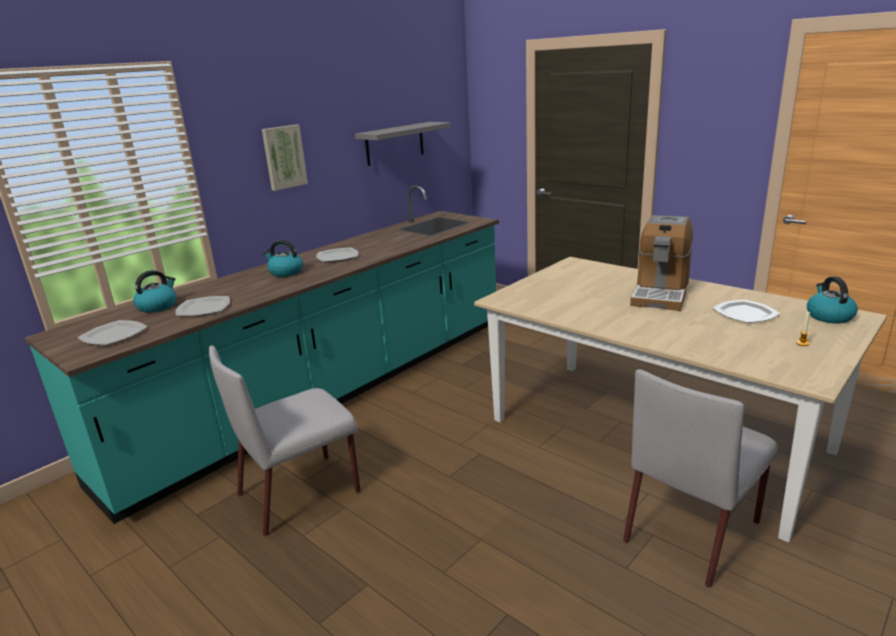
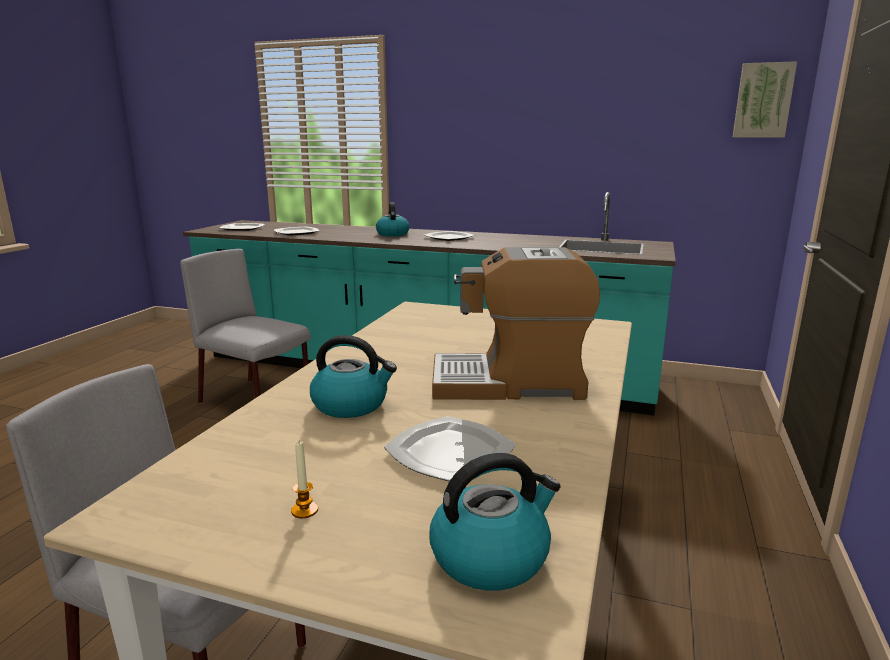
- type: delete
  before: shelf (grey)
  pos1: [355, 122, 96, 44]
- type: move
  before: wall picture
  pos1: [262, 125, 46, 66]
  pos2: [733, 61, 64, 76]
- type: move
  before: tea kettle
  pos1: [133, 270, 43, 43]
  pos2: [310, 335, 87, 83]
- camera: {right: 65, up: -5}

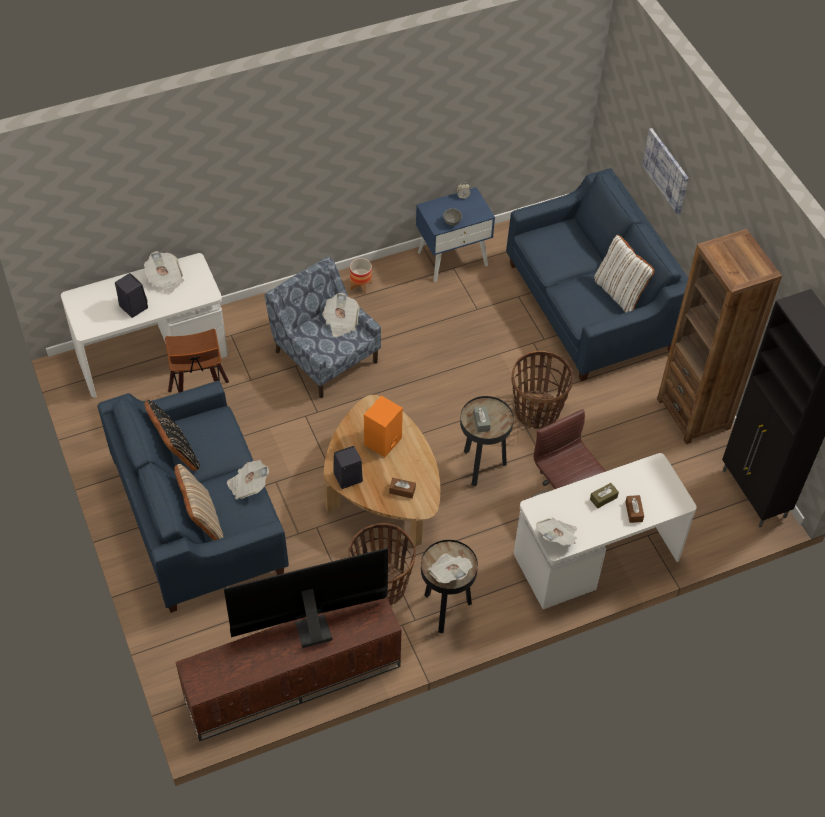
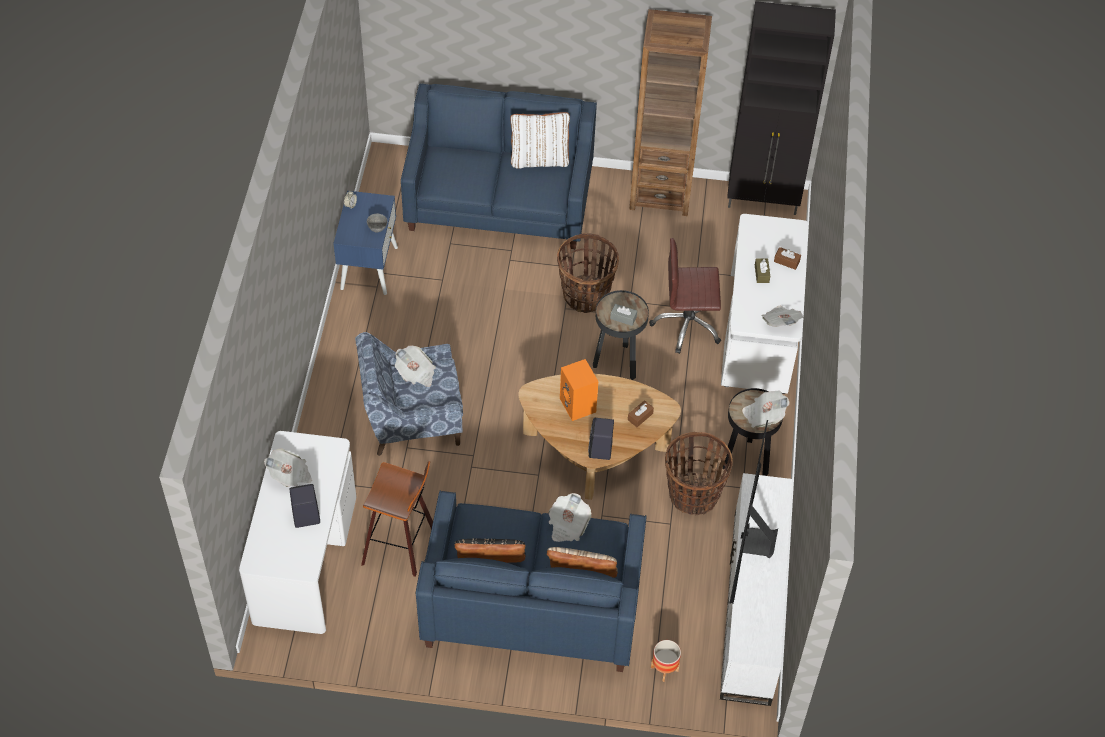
- type: delete
  before: wall picture
  pos1: [642, 128, 47, 87]
- type: move
  before: plant pot
  pos1: [350, 258, 22, 37]
  pos2: [651, 640, 30, 42]
- type: recolor
  before: tv unit (brownish)
  after: tv unit (whitish)
  pos1: [176, 597, 226, 145]
  pos2: [720, 473, 72, 233]
- camera: {right: -60, up: 0}

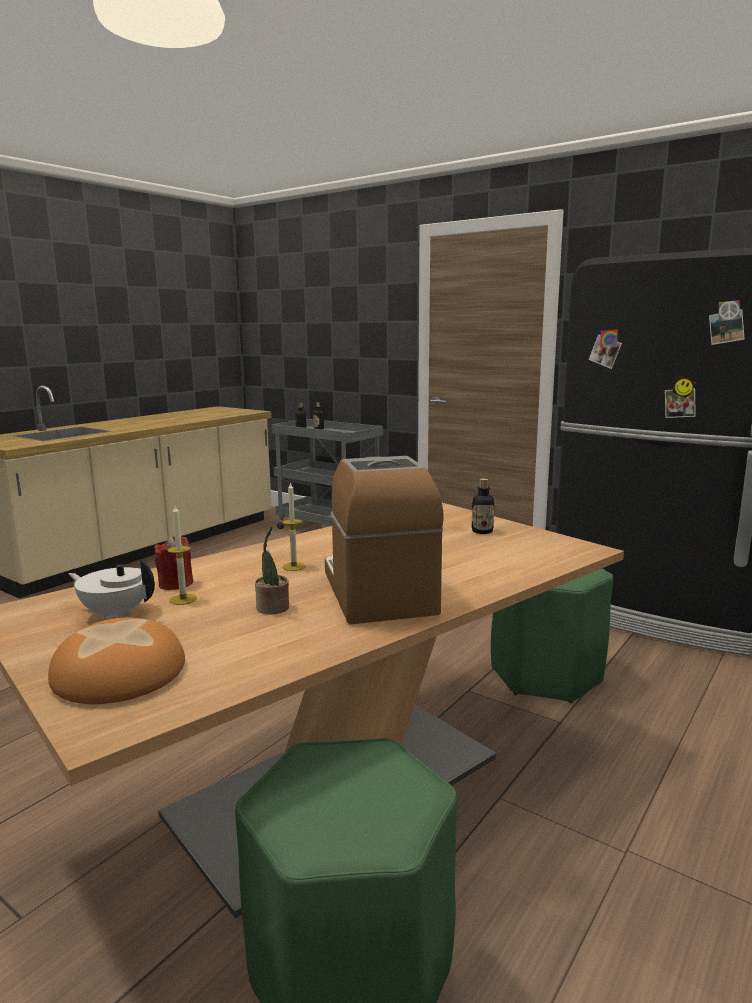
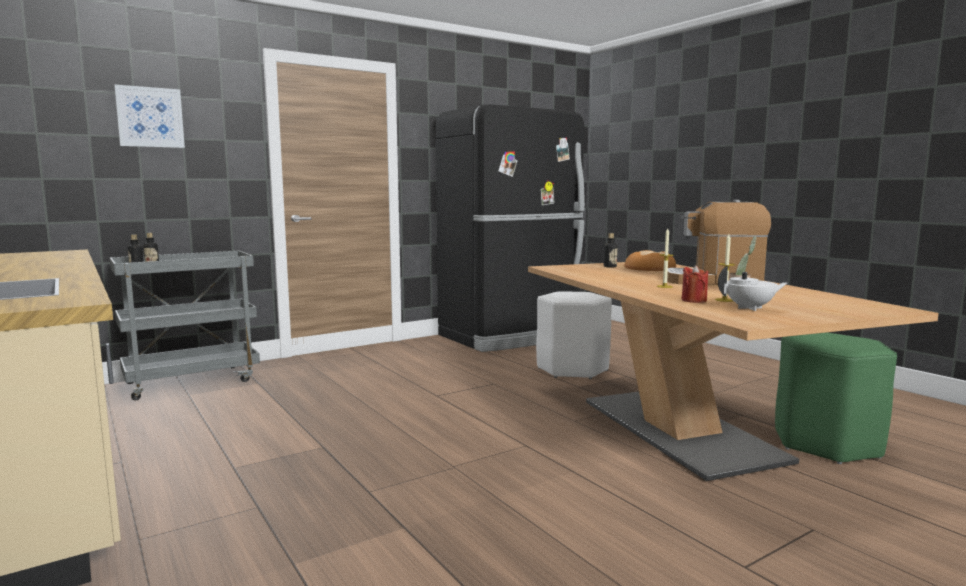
- type: rotate
  before: pot for tea (whitish)
  pos1: [69, 559, 86, 61]
  pos2: [718, 266, 69, 45]
  turn: -135
- type: recolor
  before: stool (greenish)
  after: stool (whitish)
  pos1: [491, 568, 122, 135]
  pos2: [536, 291, 76, 88]
- type: move
  before: baked bread
  pos1: [48, 617, 137, 87]
  pos2: [625, 250, 51, 21]
- type: insert
  after: wall picture
  pos2: [114, 84, 71, 64]
- camera: {right: -70, up: -5}

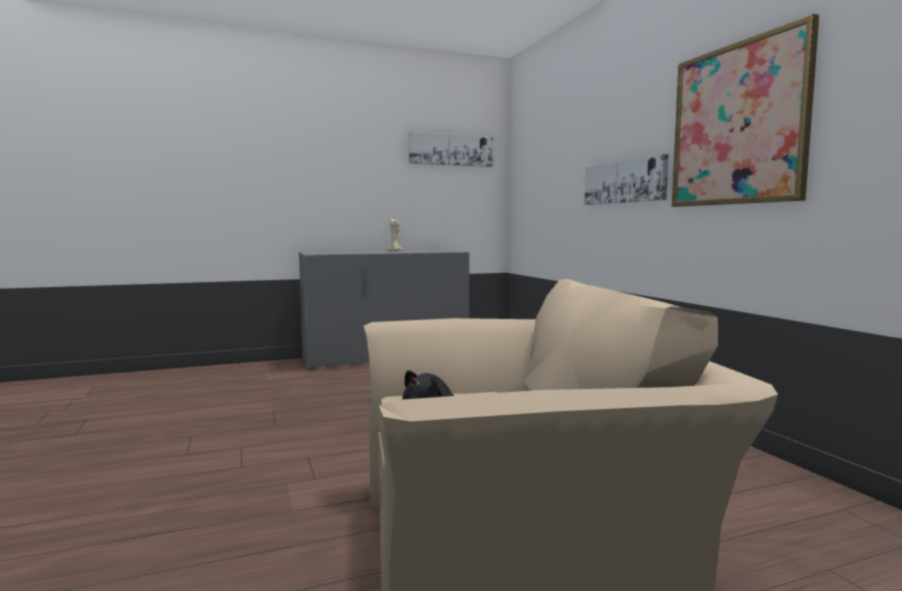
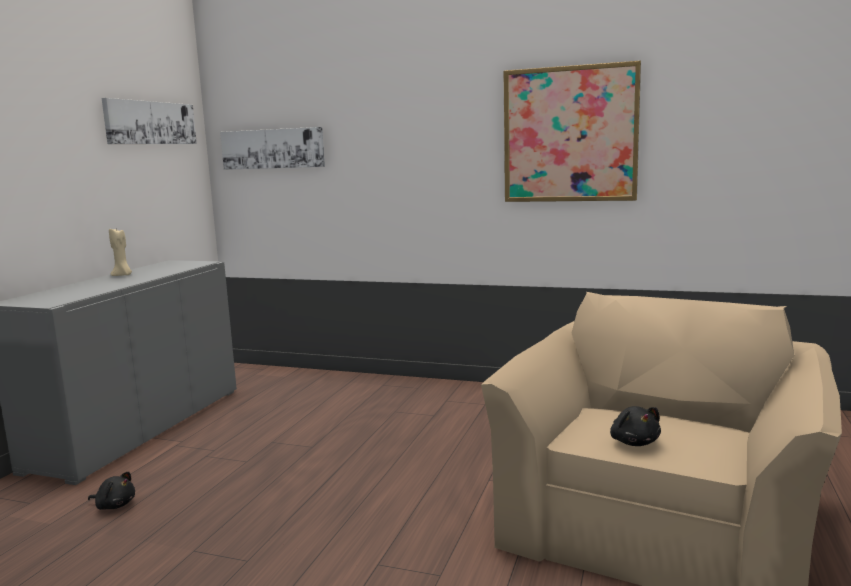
- type: move
  before: wall picture
  pos1: [584, 154, 85, 51]
  pos2: [220, 127, 105, 43]
- type: insert
  after: soft toy (black)
  pos2: [88, 471, 47, 39]
- camera: {right: -50, up: 5}

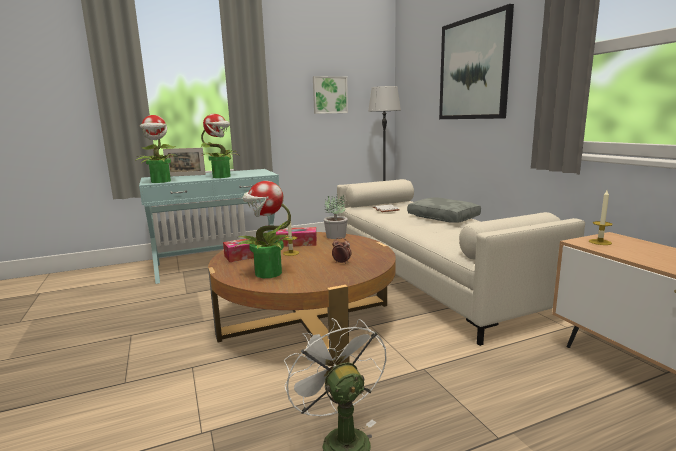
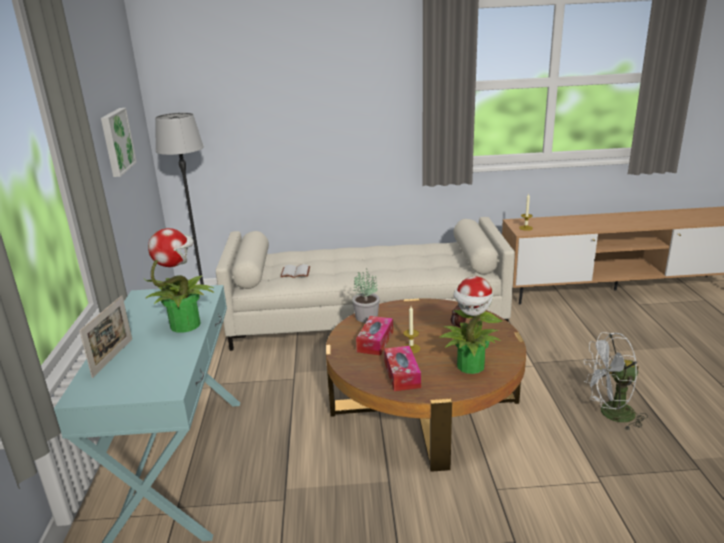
- type: delete
  before: wall picture
  pos1: [439, 4, 75, 115]
- type: delete
  before: plant in a pot
  pos1: [135, 115, 44, 68]
- type: delete
  before: cushion (grey)
  pos1: [407, 198, 74, 25]
- camera: {right: -70, up: 10}

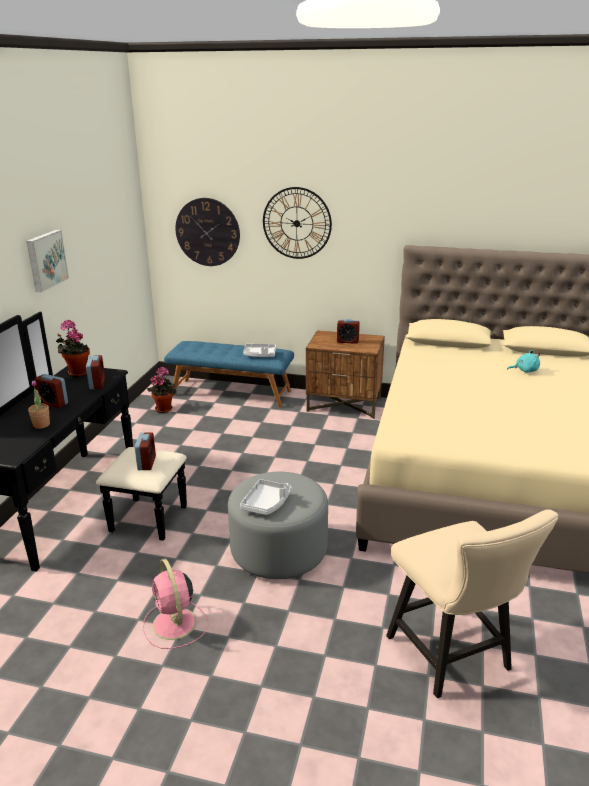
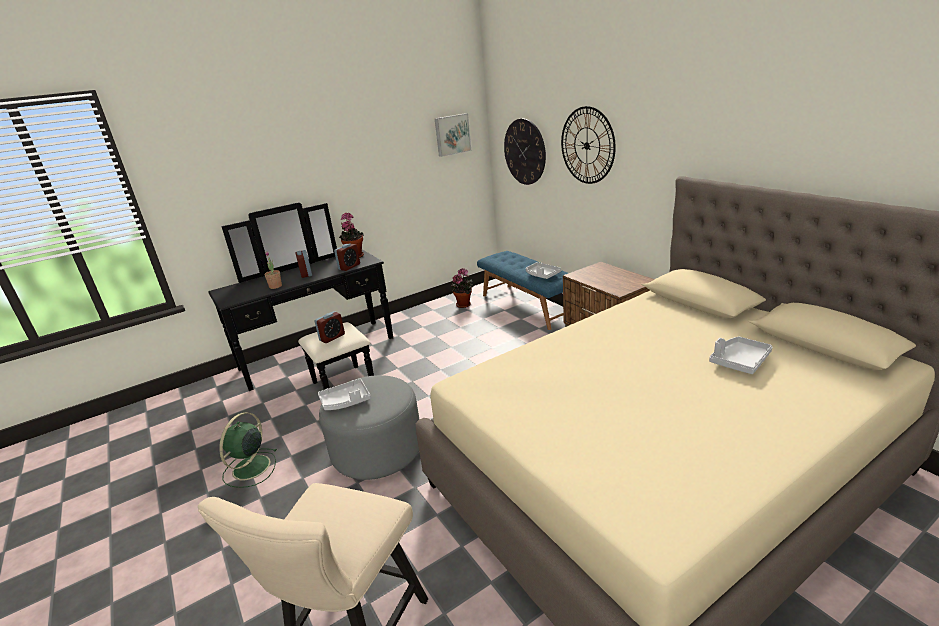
- type: move
  before: wall picture
  pos1: [27, 230, 42, 62]
  pos2: [435, 113, 36, 44]
- type: delete
  before: alarm clock
  pos1: [337, 319, 23, 25]
- type: replace
  before: soft toy (blue-green)
  after: carrying tray (grey)
  pos1: [507, 350, 33, 23]
  pos2: [709, 336, 63, 38]
- type: recolor
  before: cooling fan (pinkish)
  after: cooling fan (greenish)
  pos1: [143, 559, 65, 90]
  pos2: [219, 412, 58, 76]
- camera: {right: 45, up: 0}

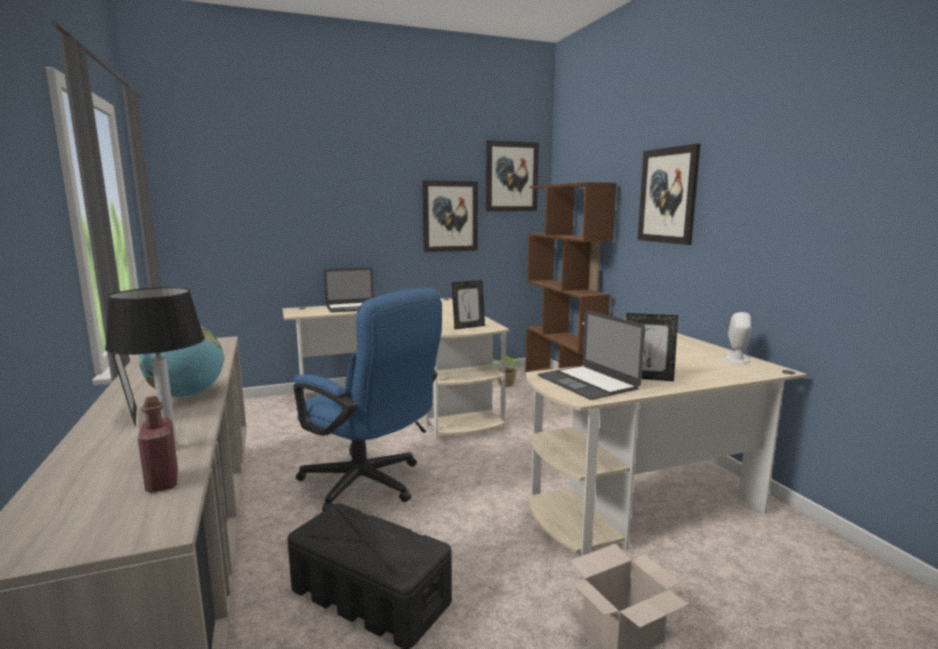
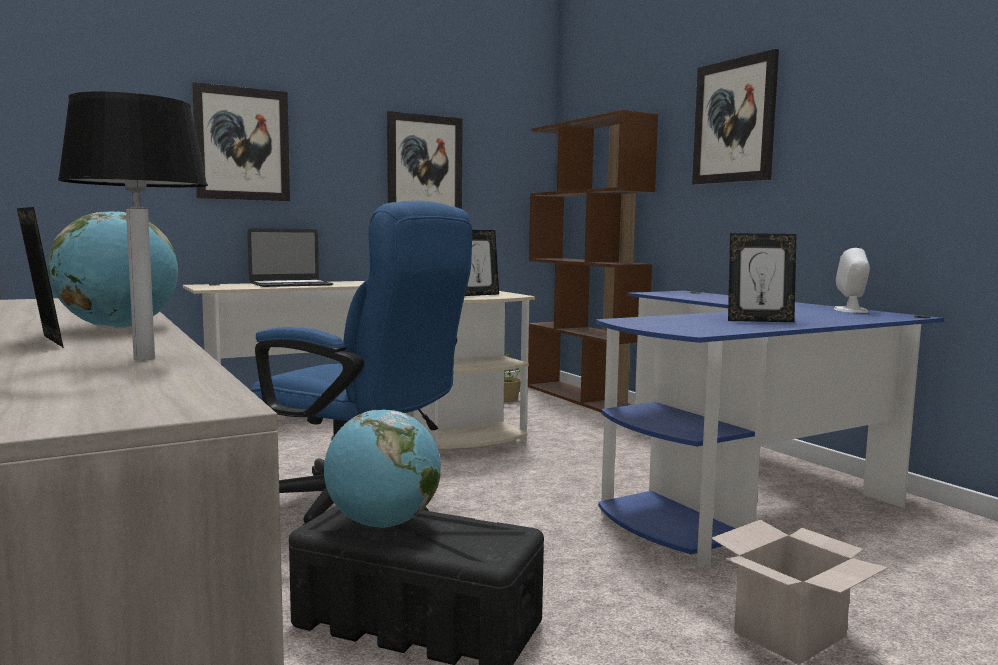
- type: move
  before: wall picture
  pos1: [486, 140, 53, 72]
  pos2: [192, 82, 98, 119]
- type: delete
  before: notebook computer
  pos1: [537, 310, 108, 90]
- type: recolor
  before: desk (sand-coloured)
  after: desk (bluish)
  pos1: [526, 319, 281, 237]
  pos2: [596, 291, 348, 276]
- type: delete
  before: drink bottle (red-coloured)
  pos1: [138, 396, 40, 97]
- type: insert
  after: desk globe
  pos2: [324, 409, 117, 119]
- camera: {right: -10, up: -5}

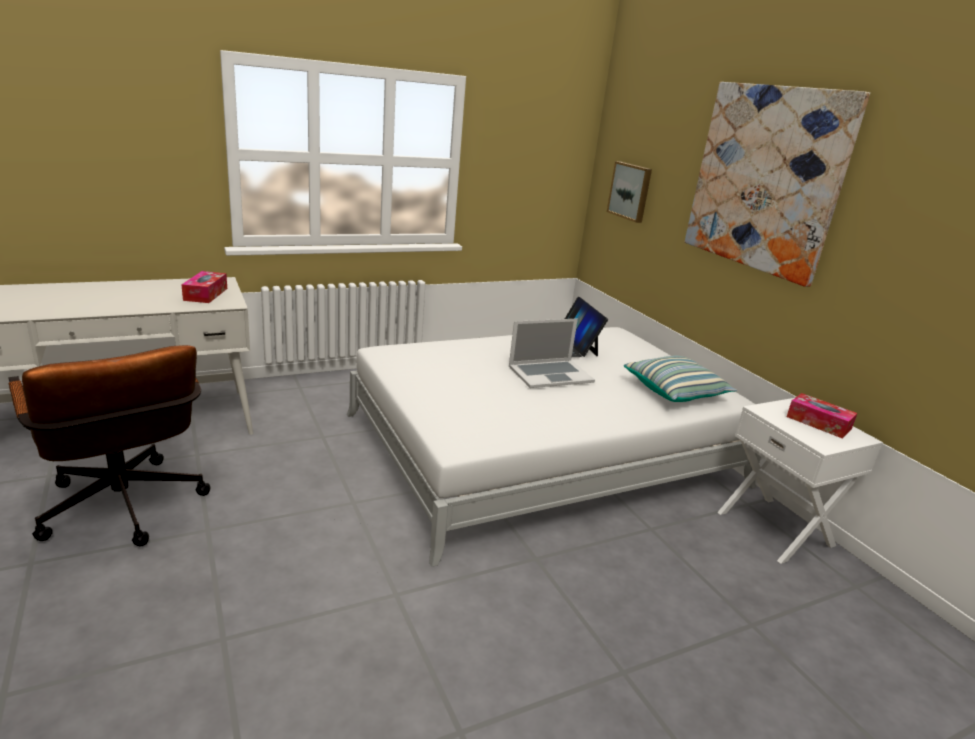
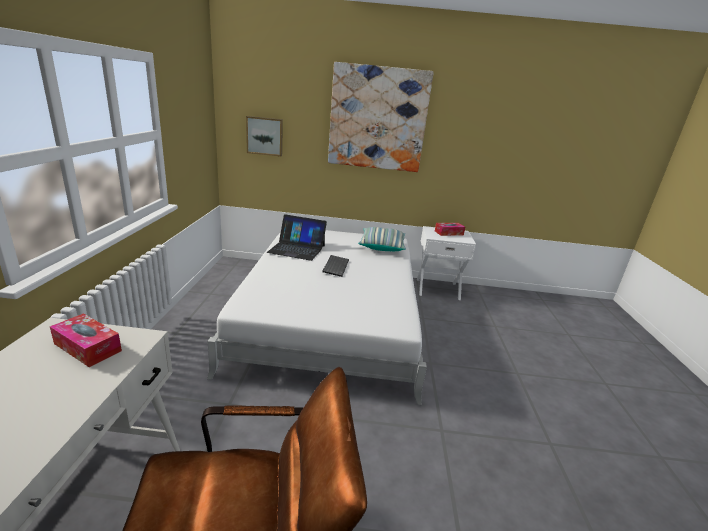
- type: replace
  before: notebook computer
  after: computer keyboard
  pos1: [509, 318, 86, 70]
  pos2: [322, 255, 27, 22]
- camera: {right: -60, up: 0}

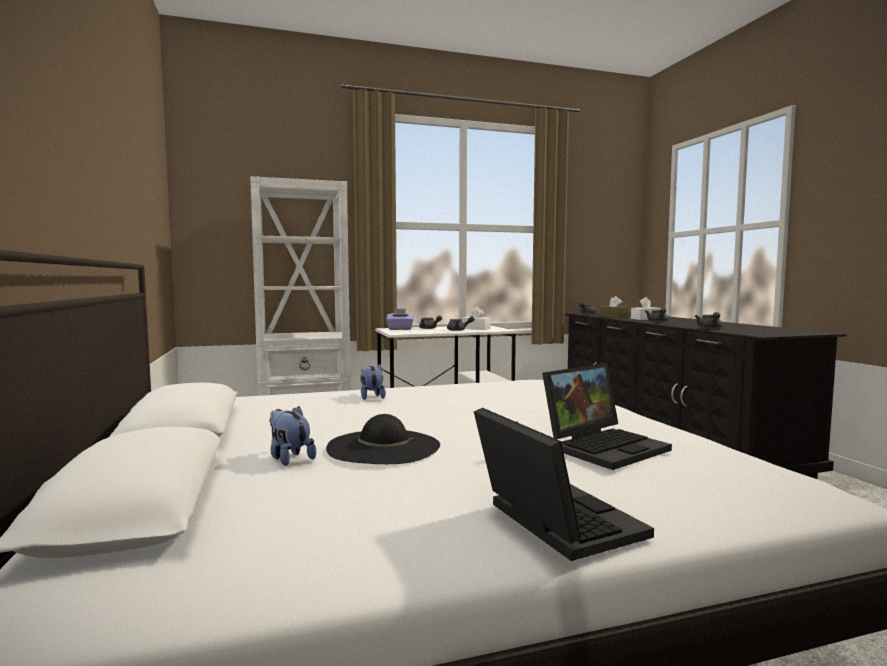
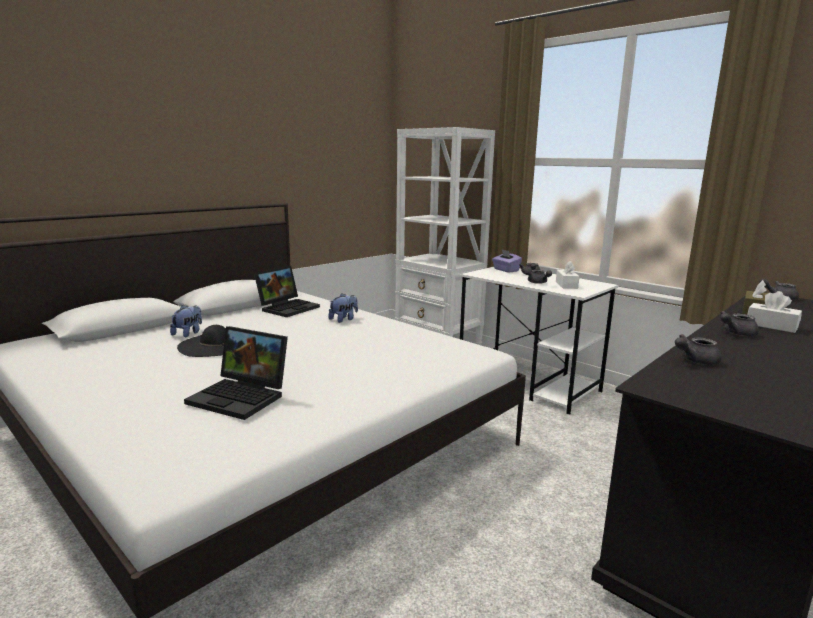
- type: move
  before: notebook computer
  pos1: [474, 408, 180, 153]
  pos2: [254, 266, 66, 51]
- camera: {right: 60, up: 10}

